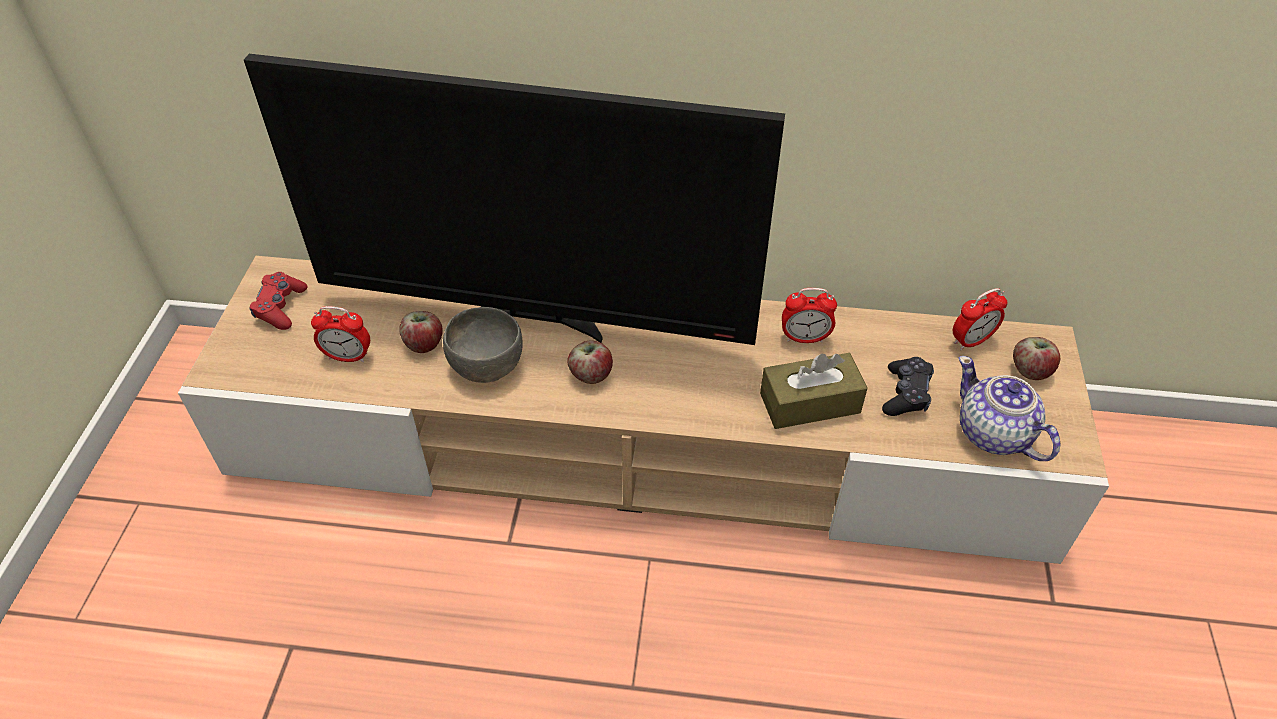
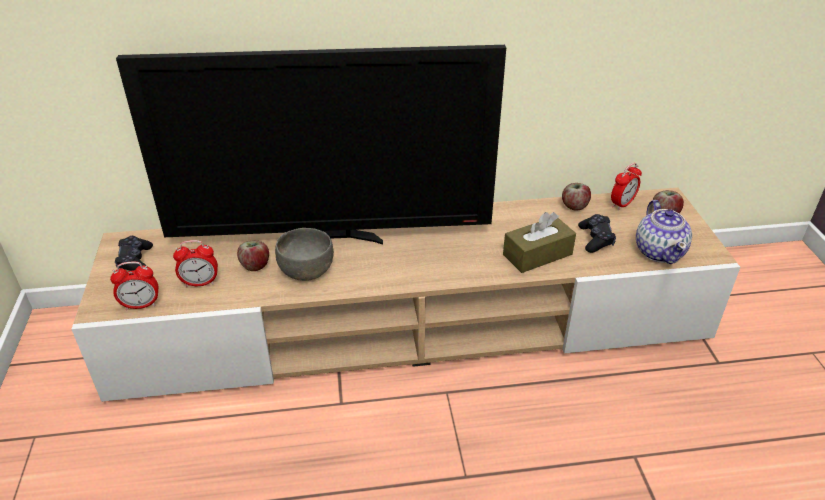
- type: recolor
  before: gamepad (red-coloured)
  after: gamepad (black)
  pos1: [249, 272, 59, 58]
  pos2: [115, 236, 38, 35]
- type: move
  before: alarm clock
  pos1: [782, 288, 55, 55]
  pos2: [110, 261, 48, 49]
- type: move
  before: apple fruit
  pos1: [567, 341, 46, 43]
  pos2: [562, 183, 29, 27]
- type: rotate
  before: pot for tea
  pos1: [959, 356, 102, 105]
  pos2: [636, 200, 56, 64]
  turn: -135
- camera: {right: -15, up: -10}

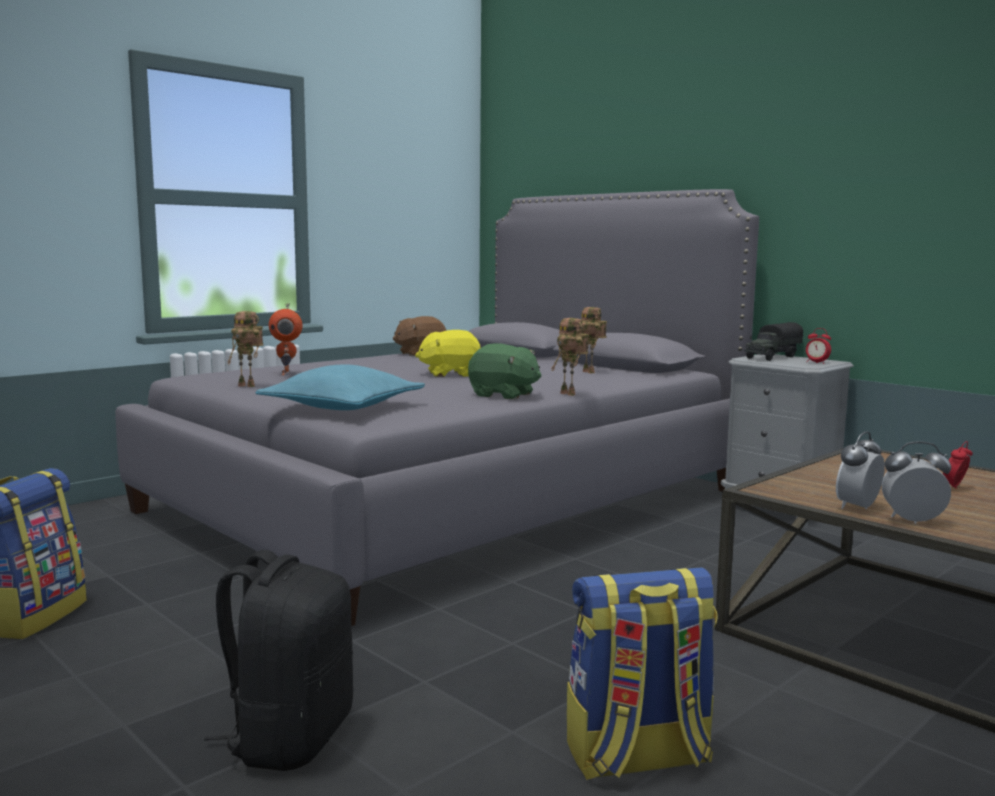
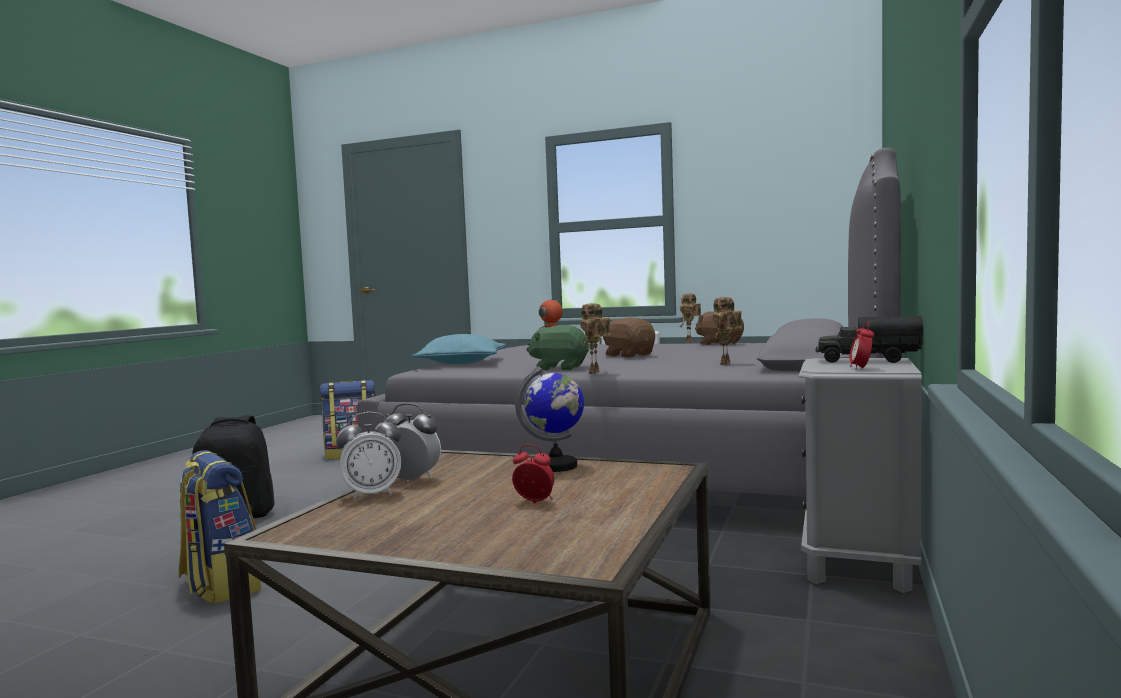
- type: move
  before: model robot
  pos1: [227, 311, 36, 76]
  pos2: [680, 293, 21, 50]
- type: recolor
  before: soft toy (yellowish)
  after: soft toy (brownish)
  pos1: [415, 330, 66, 47]
  pos2: [603, 317, 52, 41]
- type: rotate
  before: soft toy (greenish)
  pos1: [468, 343, 74, 57]
  pos2: [526, 325, 63, 45]
  turn: 105
- type: rotate
  before: alarm clock
  pos1: [882, 441, 69, 83]
  pos2: [336, 412, 65, 87]
  turn: 90
- type: insert
  after: desk globe
  pos2: [515, 366, 69, 106]
- camera: {right: 65, up: -5}

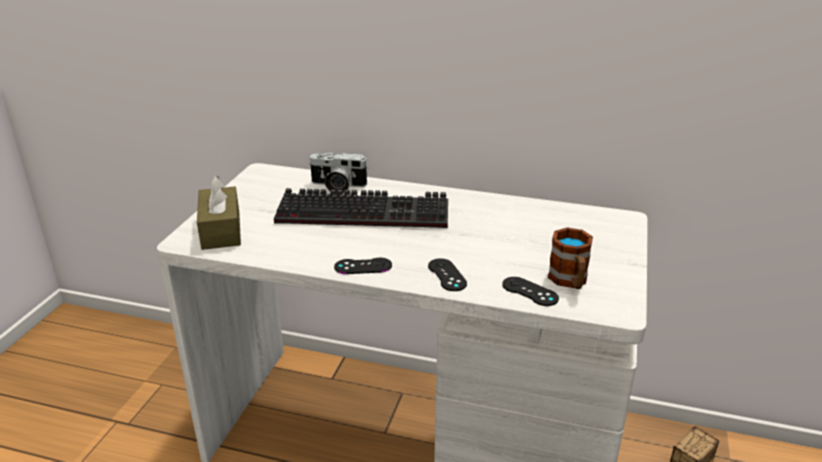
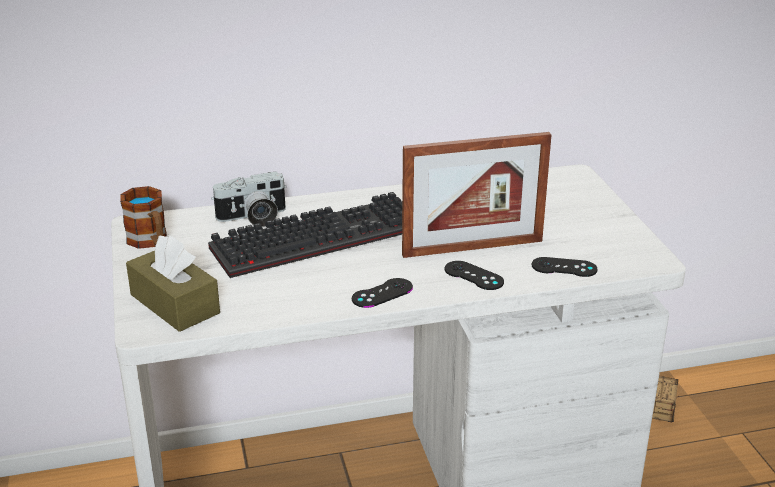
- type: move
  before: coffee mug
  pos1: [548, 228, 45, 61]
  pos2: [120, 186, 47, 63]
- type: insert
  after: photo frame
  pos2: [402, 132, 150, 126]
- camera: {right: -30, up: 0}

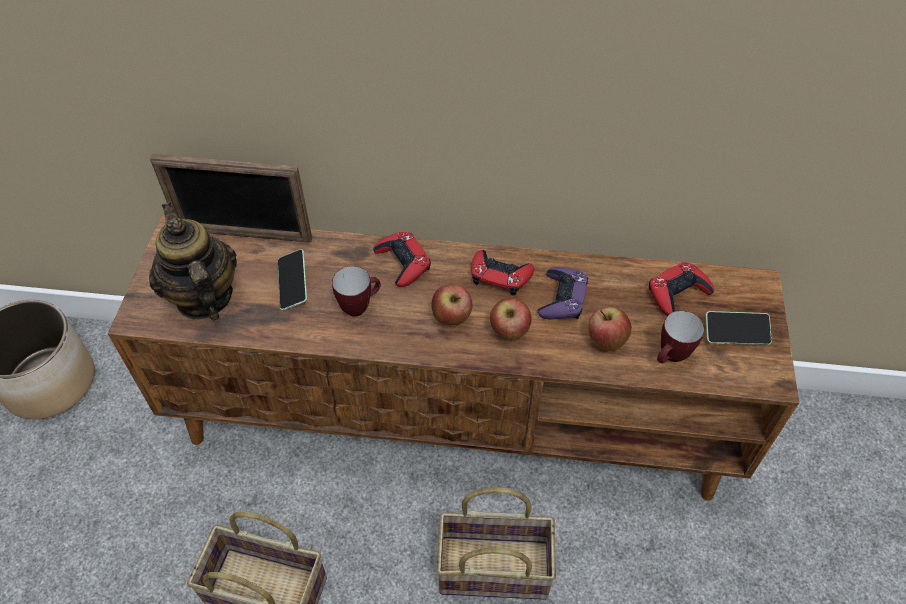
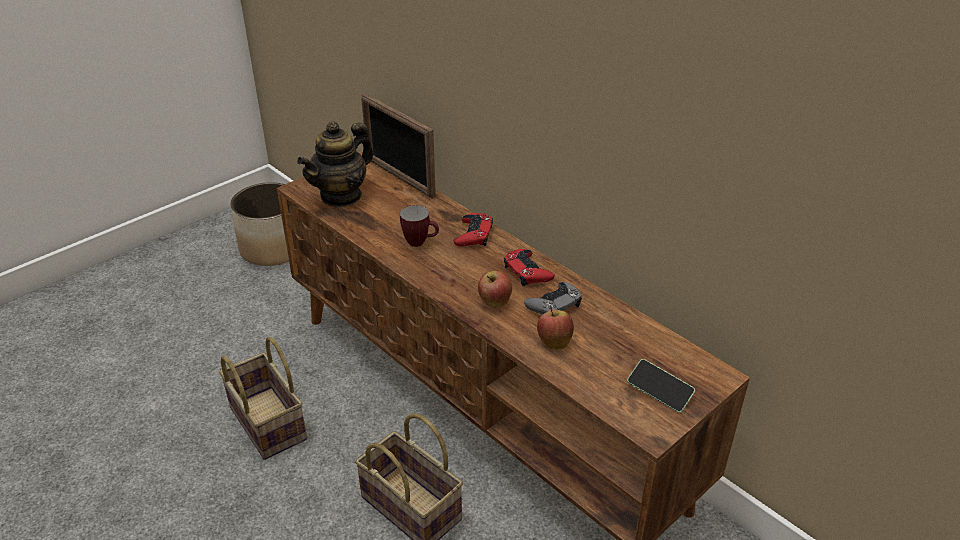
- type: rotate
  before: pot for tea
  pos1: [149, 202, 88, 119]
  pos2: [297, 121, 77, 87]
  turn: -150
- type: delete
  before: phone
  pos1: [277, 249, 30, 61]
- type: delete
  before: gamepad (red-coloured)
  pos1: [649, 262, 65, 54]
- type: recolor
  before: gamepad (purple)
  after: gamepad (grey)
  pos1: [538, 267, 50, 52]
  pos2: [524, 282, 58, 33]
- type: delete
  before: apple fruit
  pos1: [431, 284, 42, 41]
- type: delete
  before: coffee mug
  pos1: [657, 311, 47, 52]
- camera: {right: 40, up: -15}

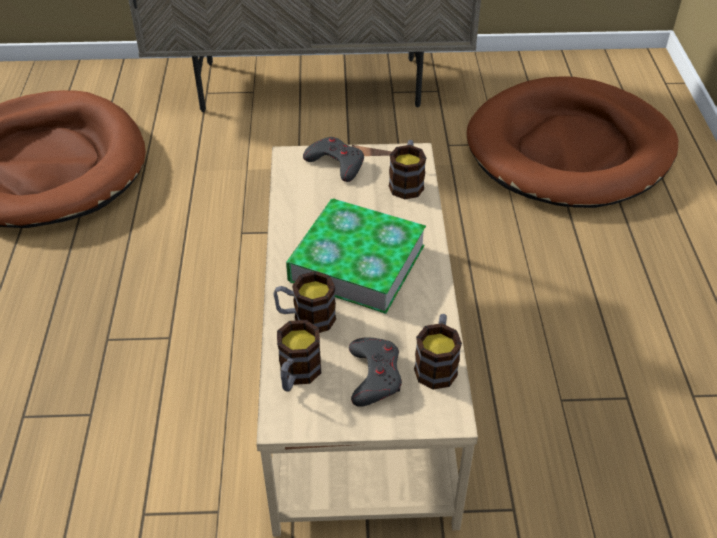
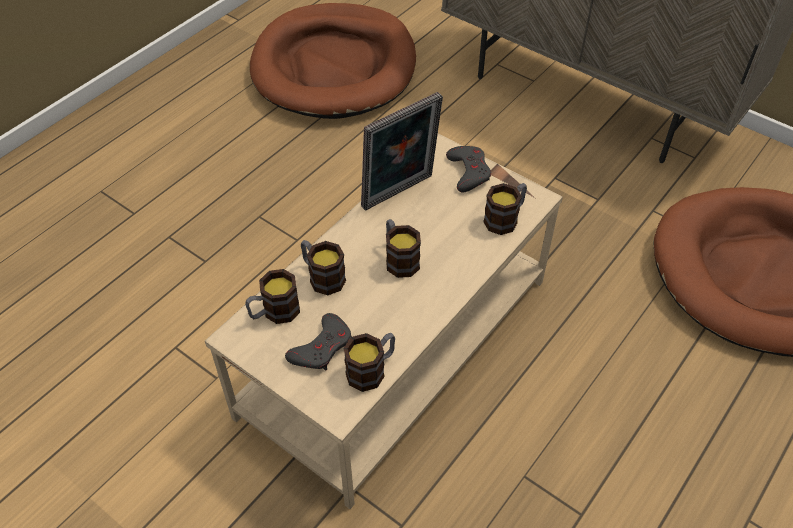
- type: replace
  before: book
  after: coffee mug
  pos1: [286, 198, 140, 116]
  pos2: [386, 219, 35, 59]
- type: insert
  after: photo frame
  pos2: [361, 92, 82, 119]
- camera: {right: 40, up: 5}

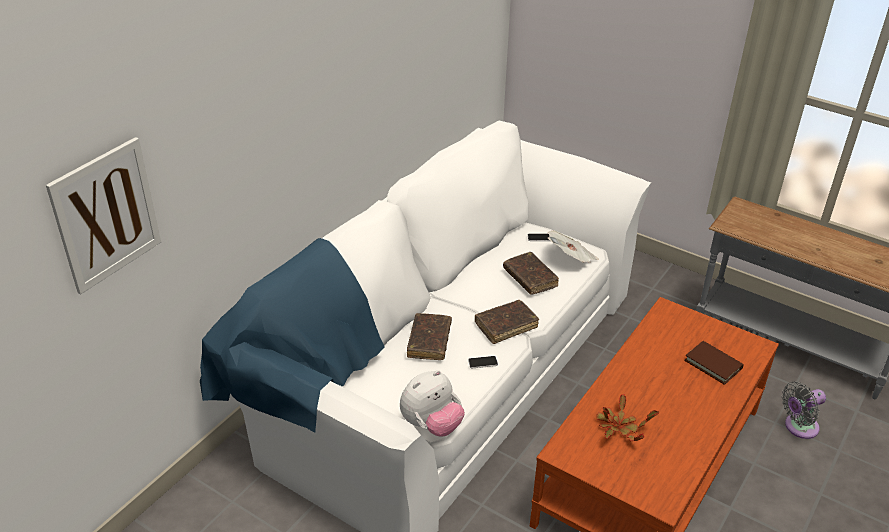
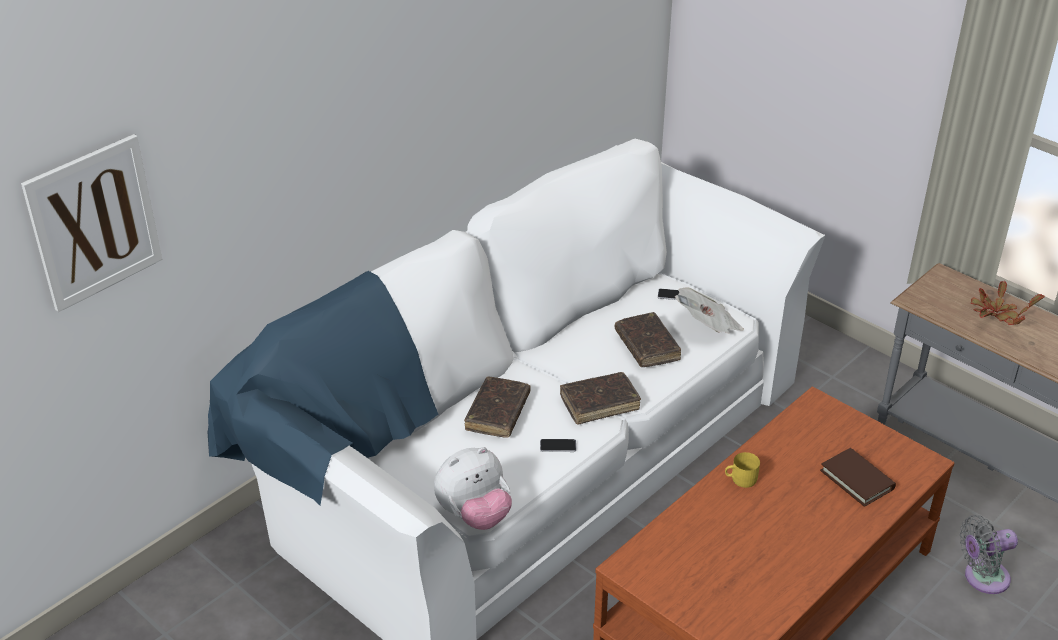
- type: move
  before: plant in a pot
  pos1: [597, 395, 62, 46]
  pos2: [971, 281, 74, 44]
- type: insert
  after: coffee mug (yellowish)
  pos2: [725, 452, 35, 36]
- camera: {right: 10, up: 0}

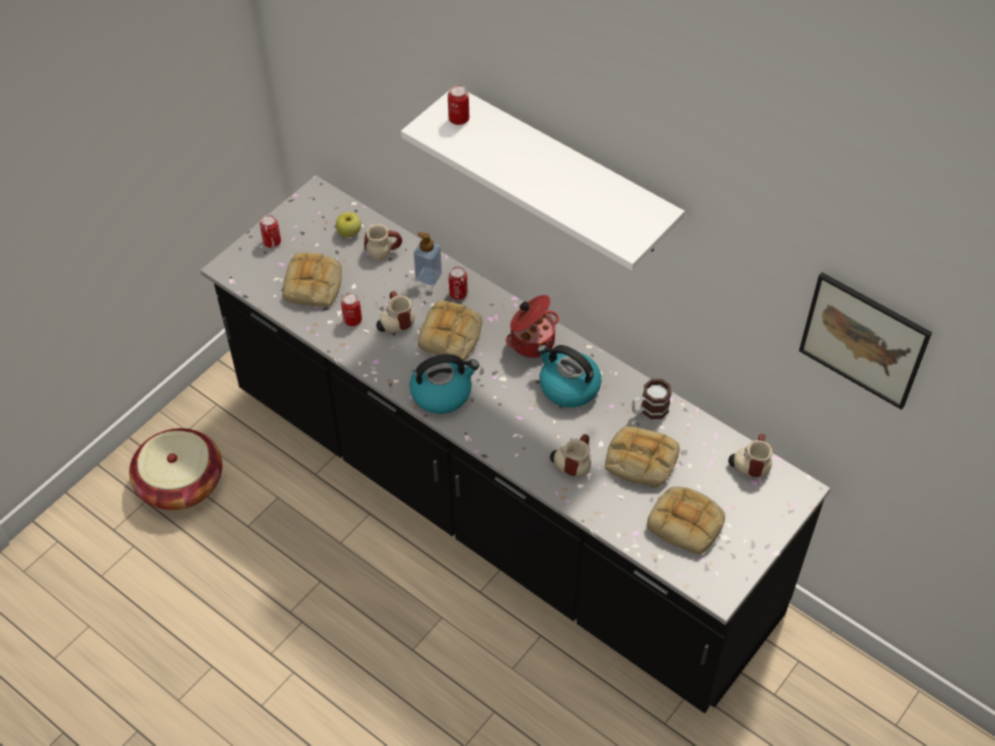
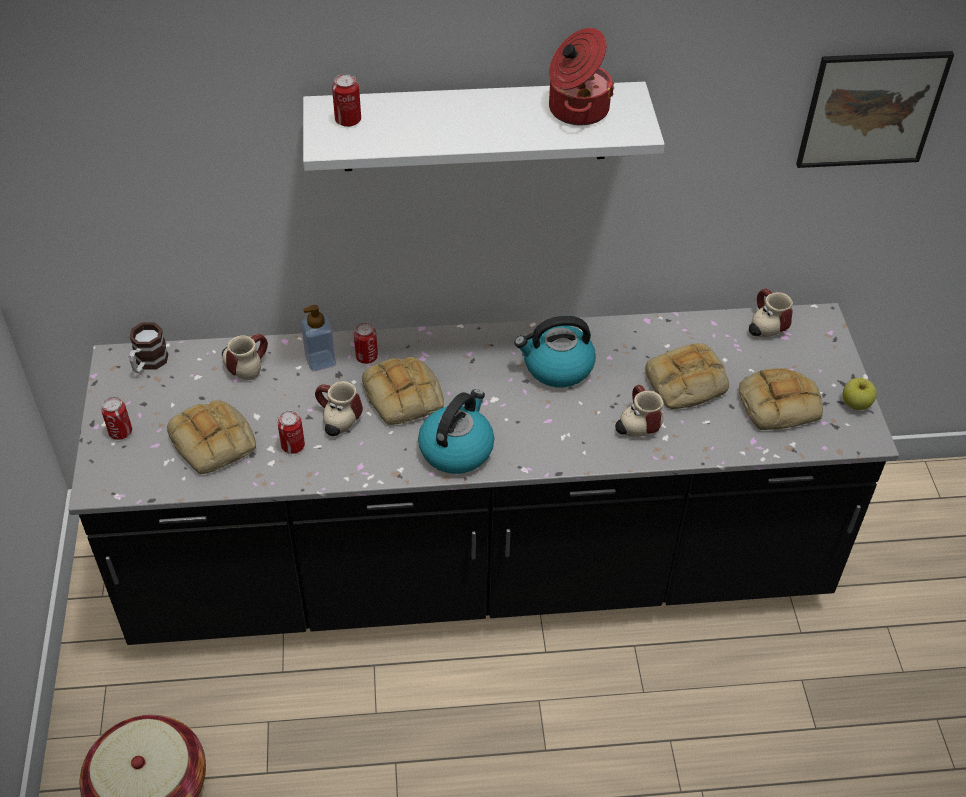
- type: move
  before: apple fruit
  pos1: [336, 212, 25, 25]
  pos2: [843, 378, 34, 32]
- type: move
  before: stockpot
  pos1: [506, 295, 53, 63]
  pos2: [549, 28, 65, 97]
- type: move
  before: coffee mug
  pos1: [632, 379, 40, 40]
  pos2: [129, 322, 40, 51]
- camera: {right: -45, up: -5}

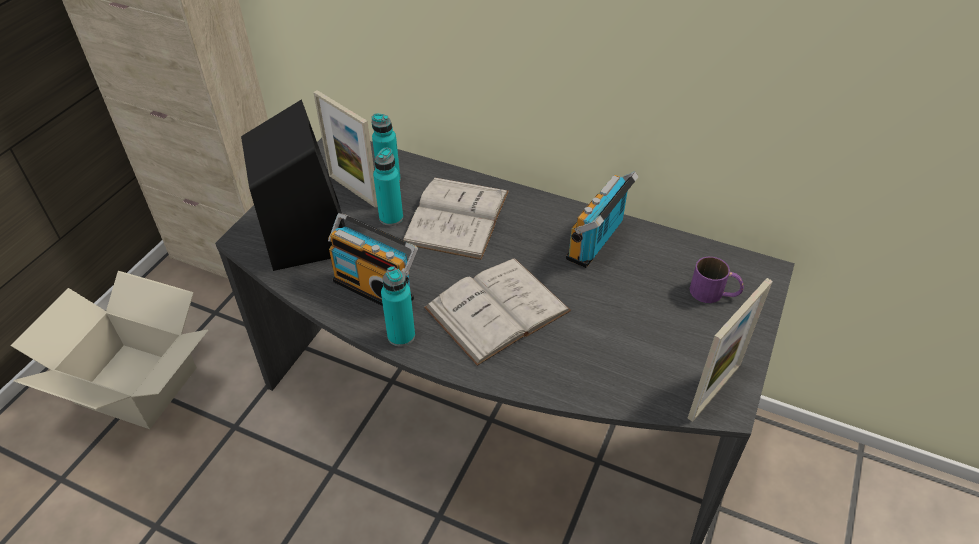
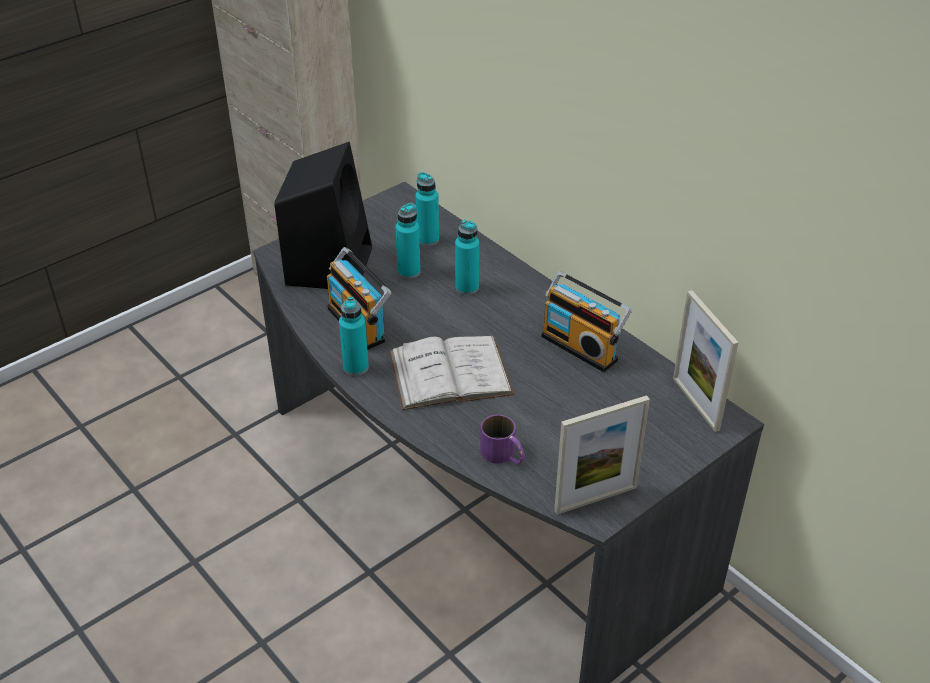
- type: move
  before: photo frame
  pos1: [313, 90, 64, 118]
  pos2: [673, 290, 66, 142]
- type: rotate
  before: radio set
  pos1: [566, 171, 72, 97]
  pos2: [541, 271, 91, 101]
  turn: -105
- type: replace
  before: book (whitish)
  after: drink bottle (blue-green)
  pos1: [403, 178, 106, 82]
  pos2: [455, 220, 24, 75]
- type: move
  before: coffee mug (purple)
  pos1: [689, 257, 55, 46]
  pos2: [480, 415, 45, 49]
- type: delete
  before: carton
  pos1: [11, 271, 197, 158]
- camera: {right: 25, up: -5}

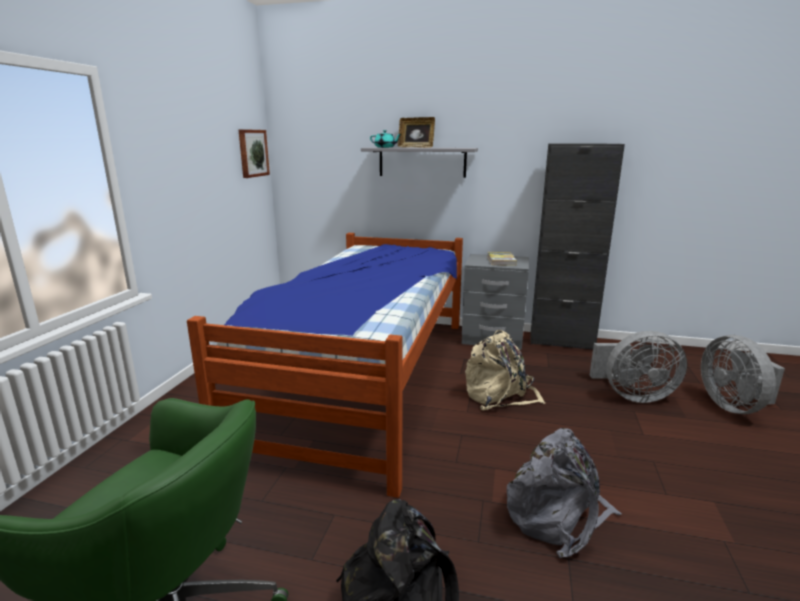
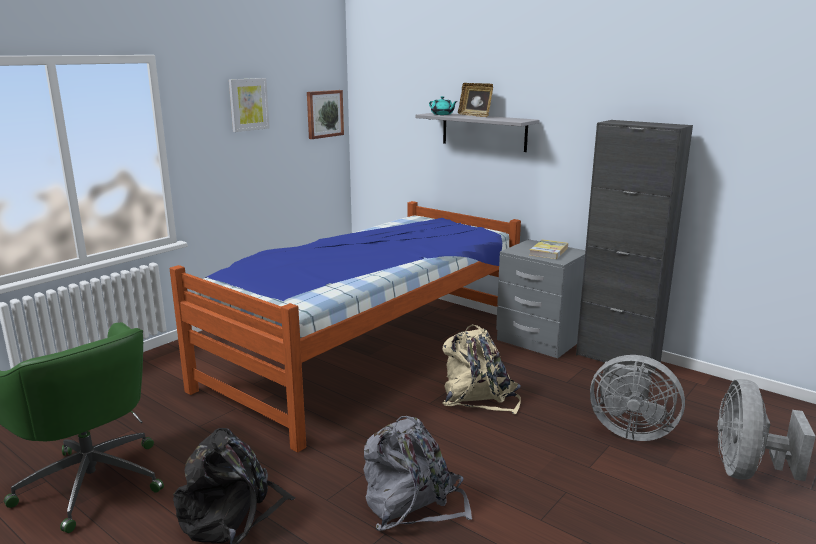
- type: insert
  after: wall picture
  pos2: [229, 78, 41, 54]
- camera: {right: 25, up: 0}

